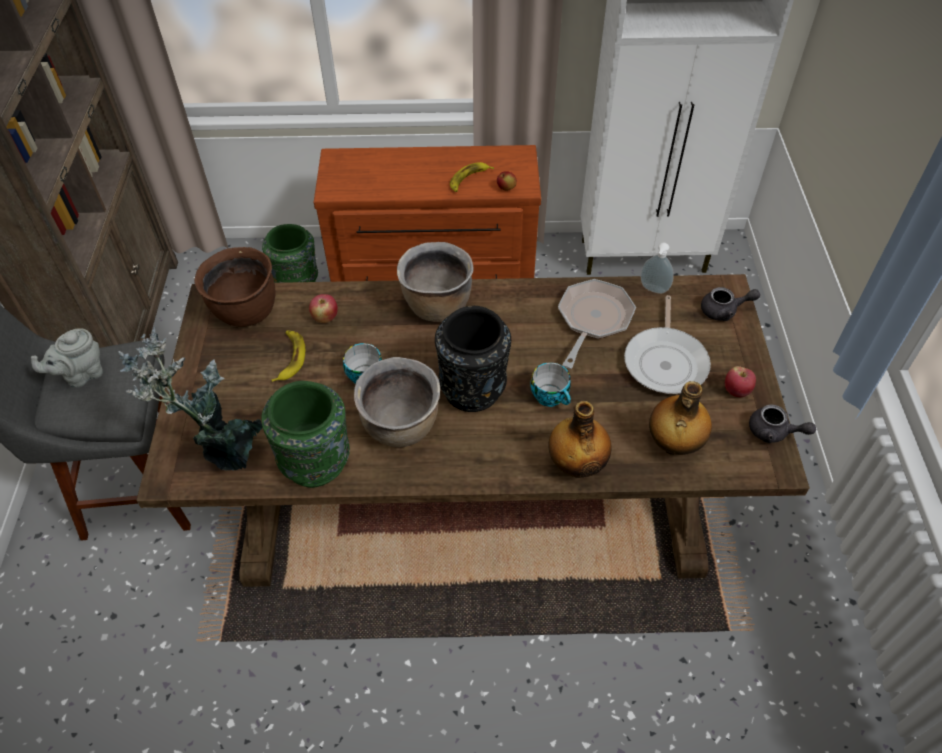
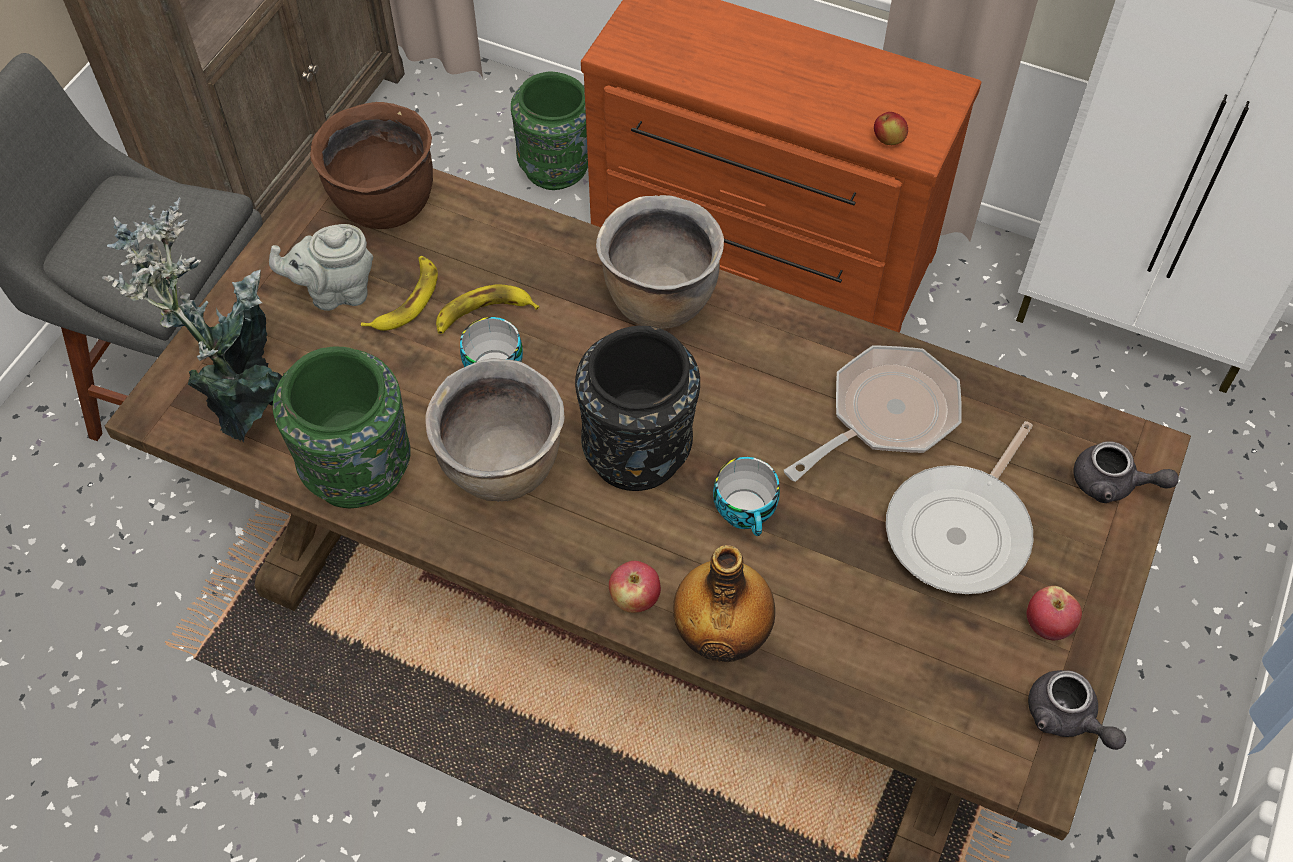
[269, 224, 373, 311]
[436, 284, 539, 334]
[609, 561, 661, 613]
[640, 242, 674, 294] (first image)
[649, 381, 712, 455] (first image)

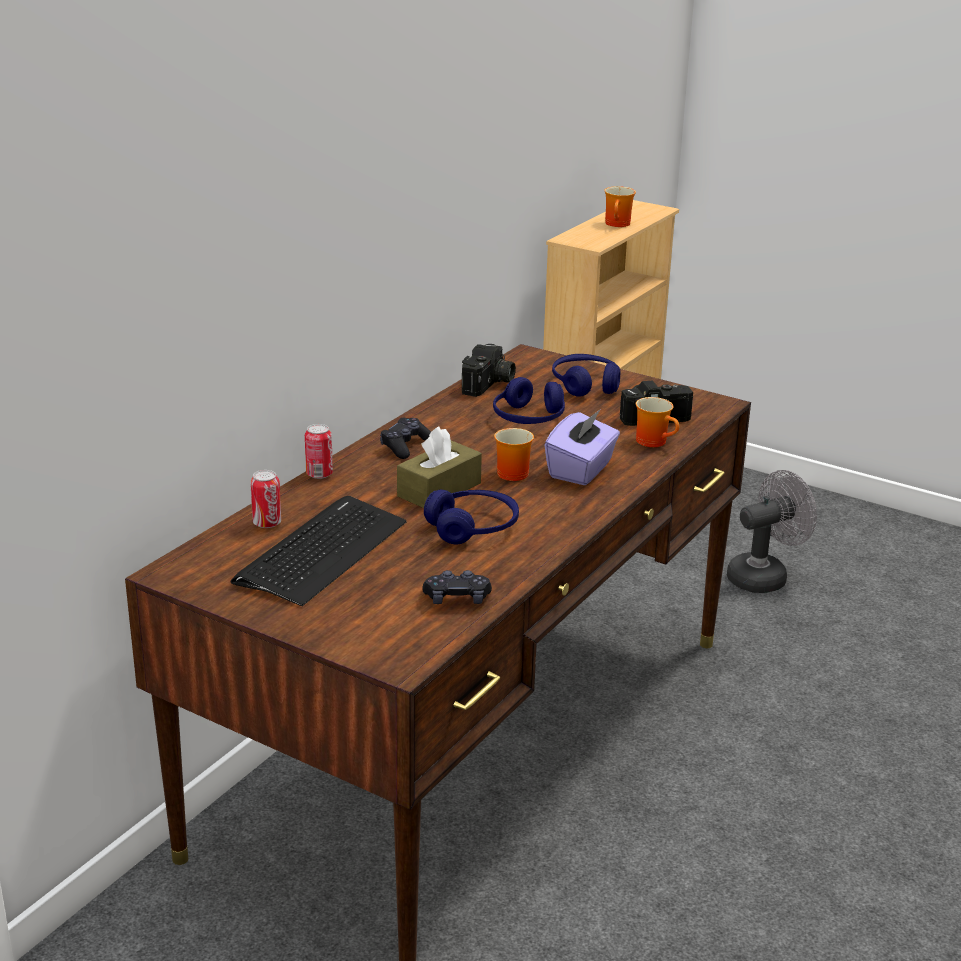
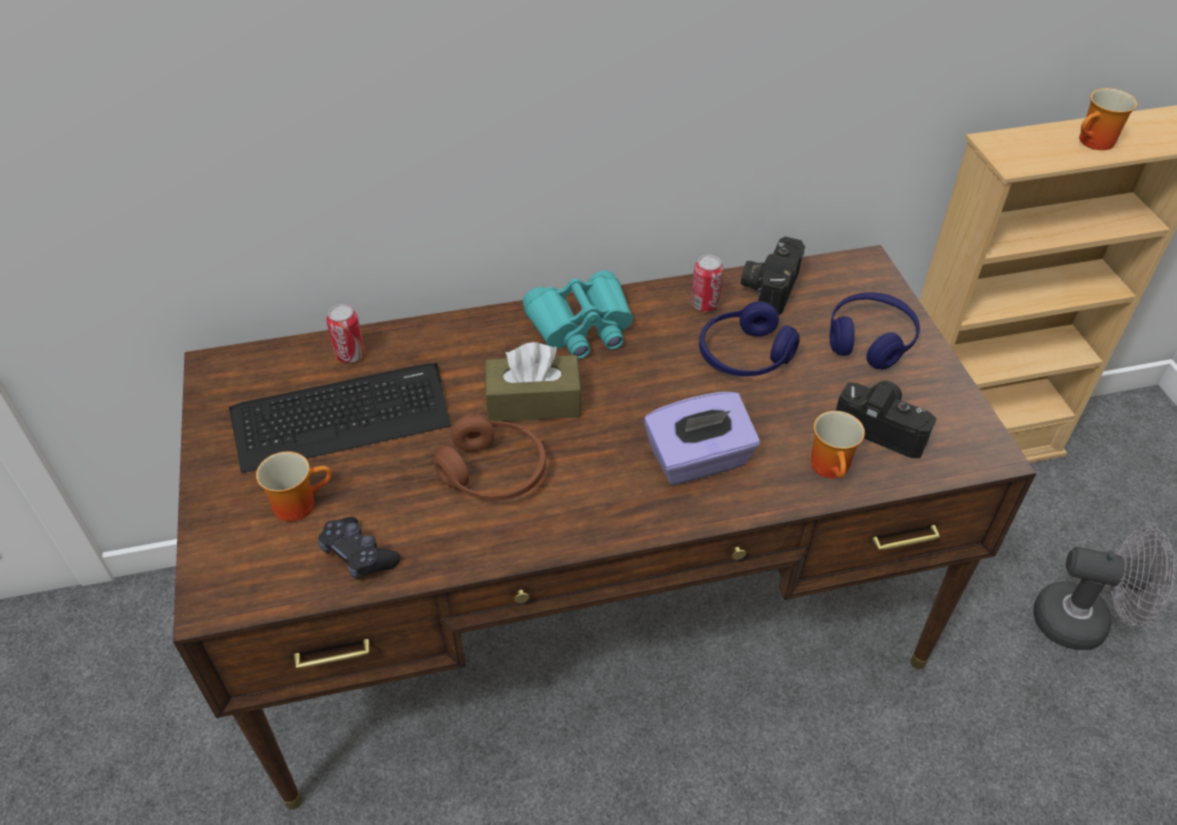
[256, 451, 332, 522]
[434, 414, 546, 500]
[523, 270, 633, 359]
[691, 255, 724, 312]
[741, 237, 805, 316]

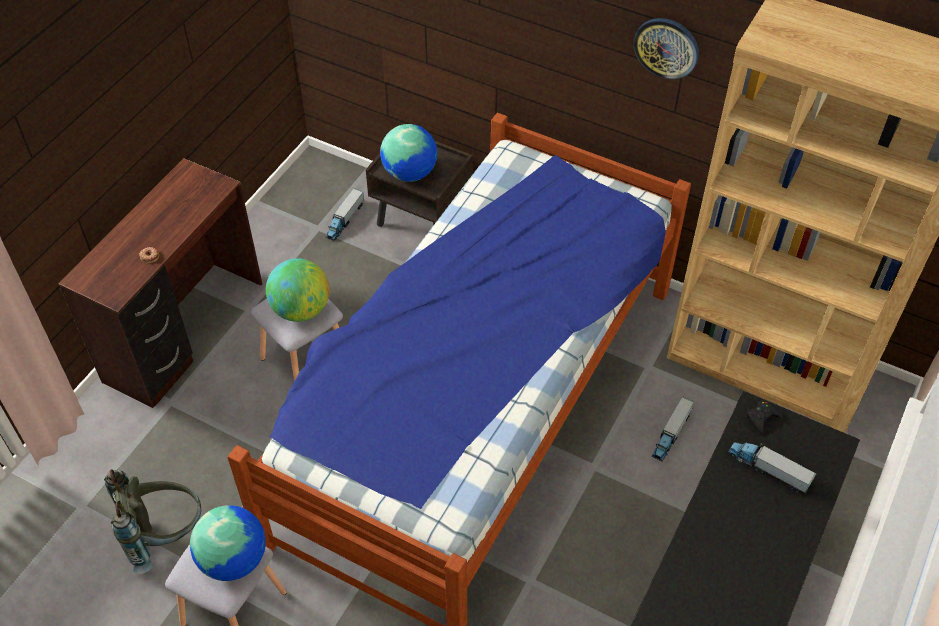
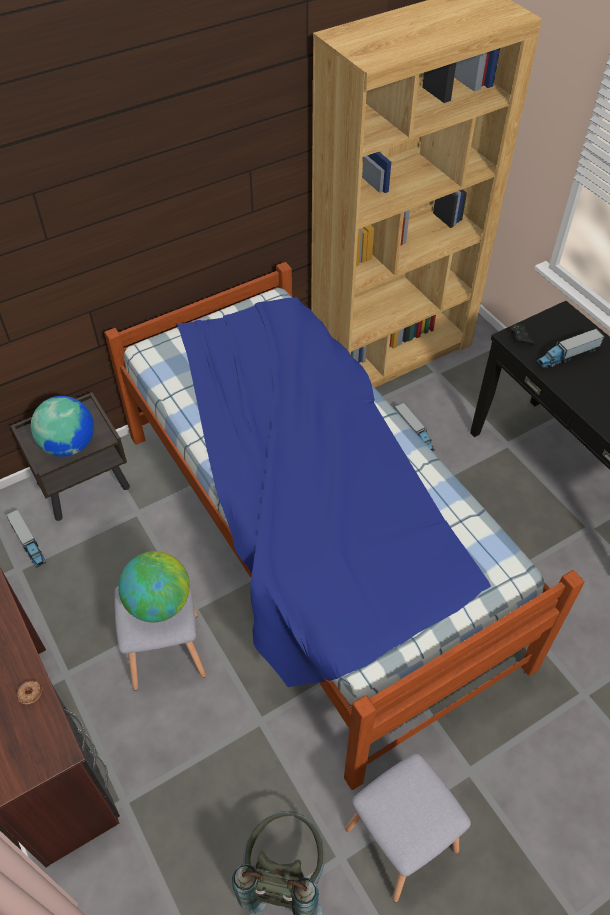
[190, 505, 266, 581] (first image)
[633, 18, 699, 79] (first image)

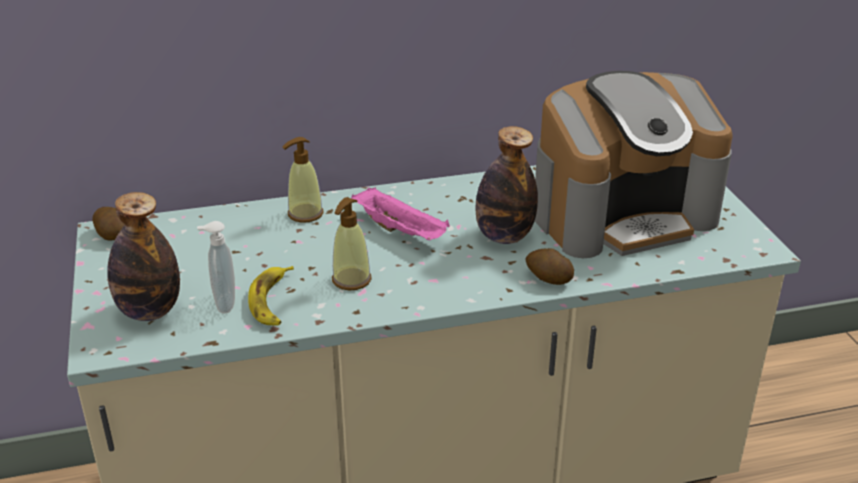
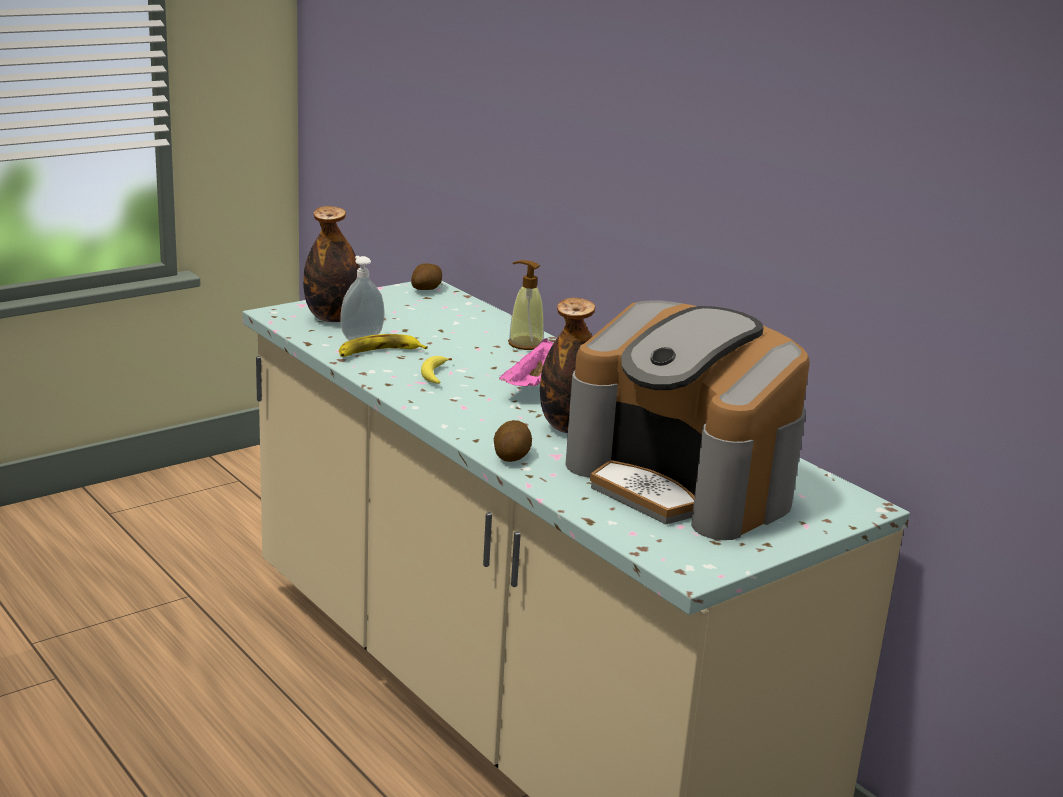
[421, 356, 452, 384]

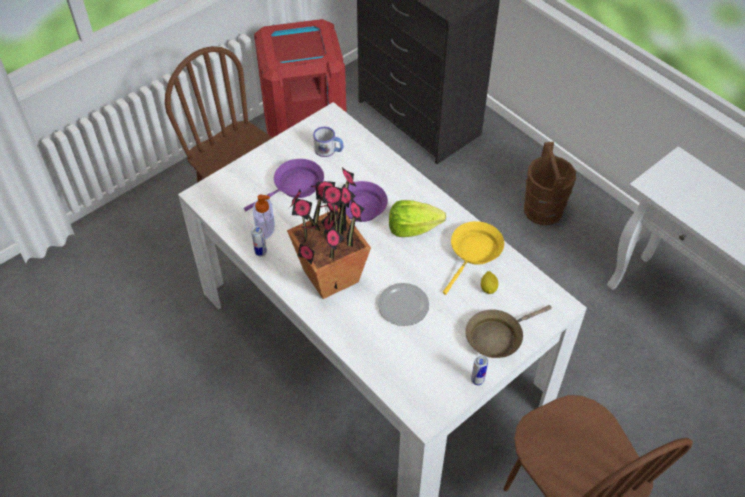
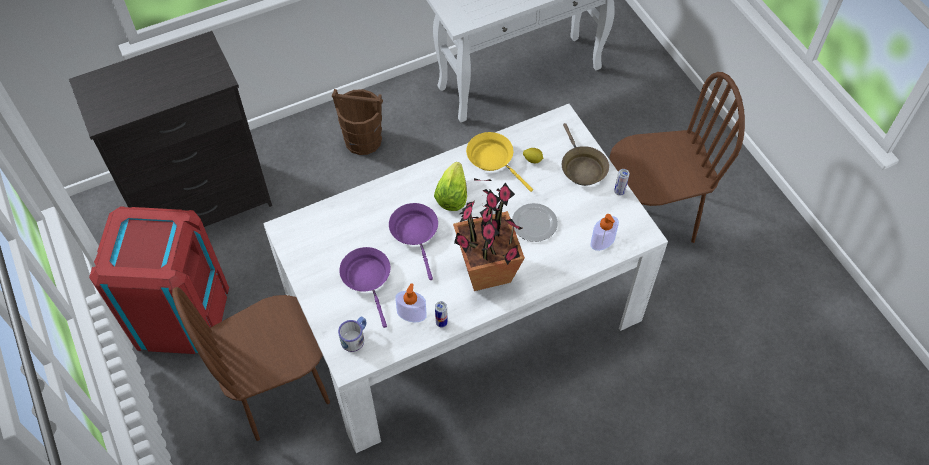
[338, 317, 367, 352]
[590, 214, 619, 251]

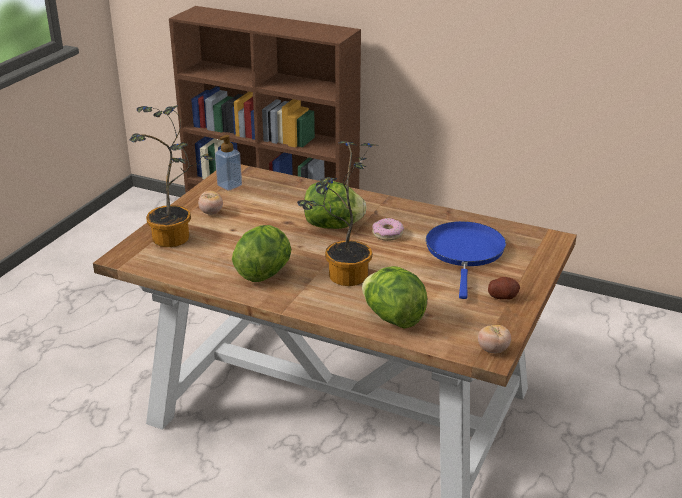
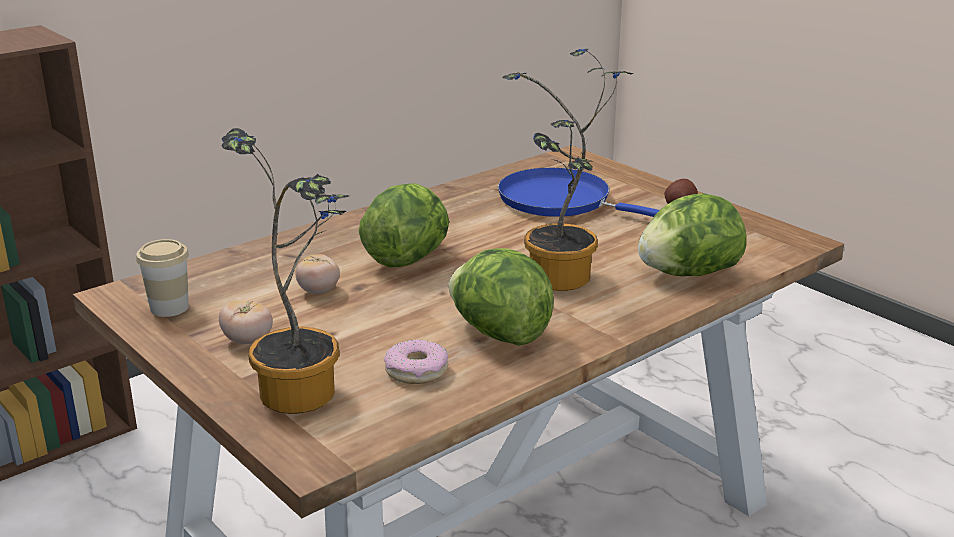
[136, 239, 189, 317]
[296, 254, 340, 294]
[384, 339, 448, 384]

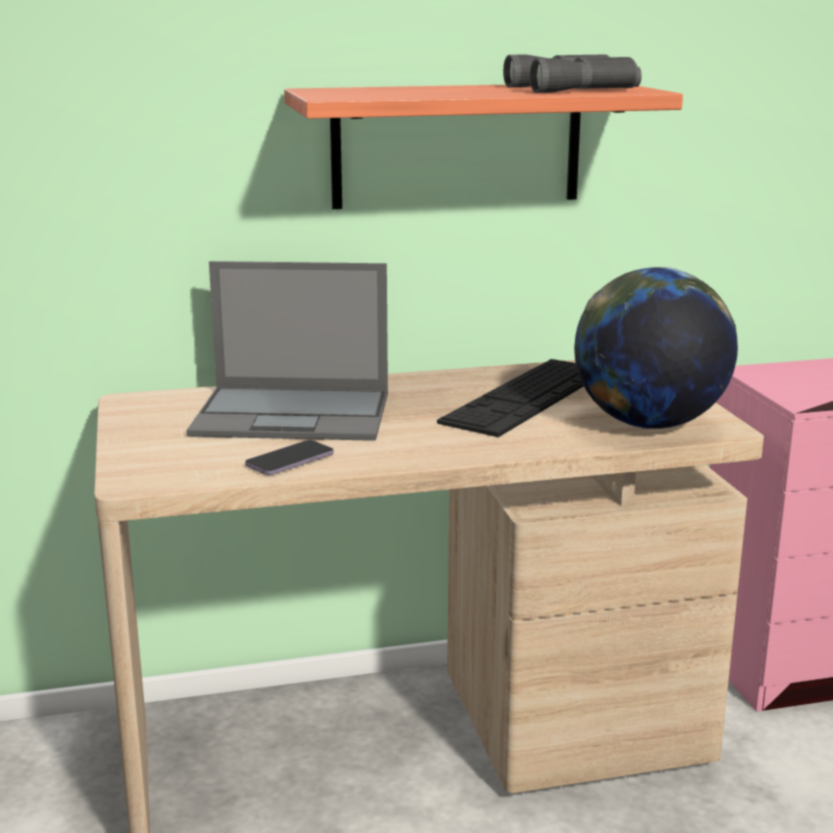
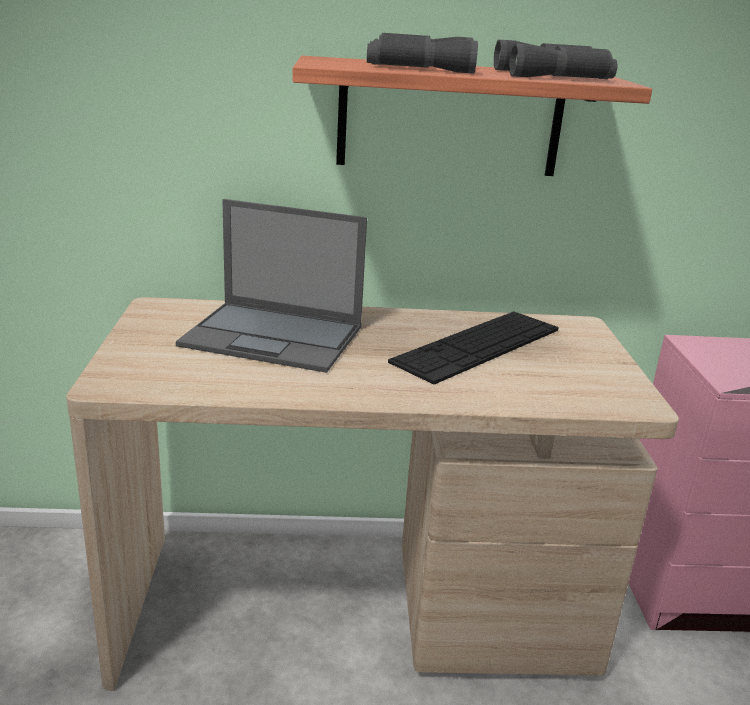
[367, 33, 478, 74]
[245, 440, 334, 475] (first image)
[574, 267, 738, 429] (first image)

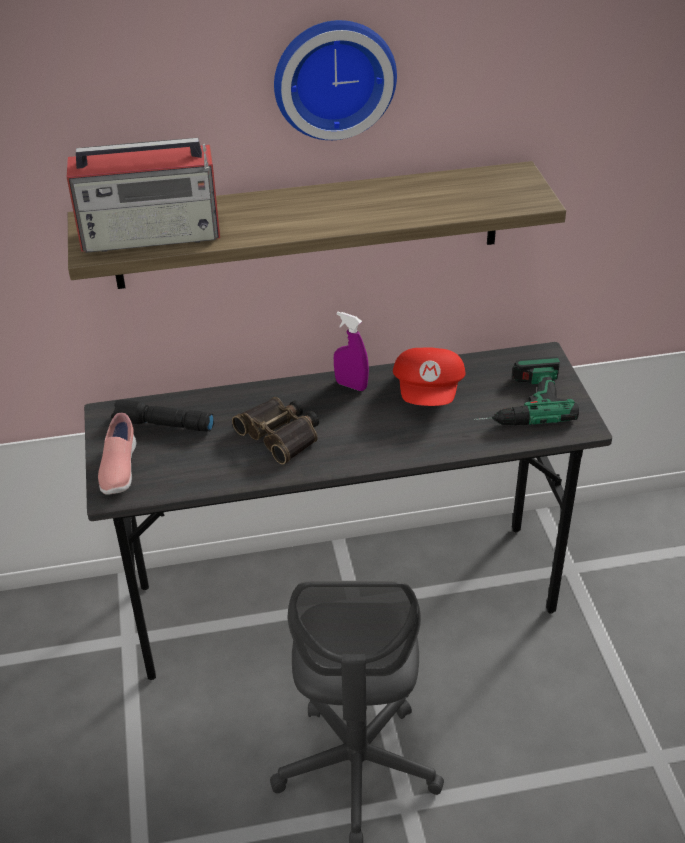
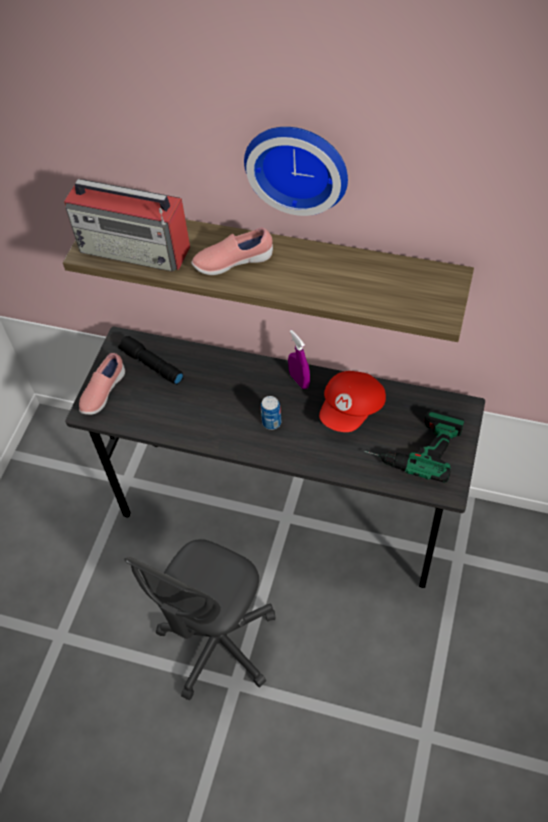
[191, 227, 273, 275]
[261, 396, 281, 430]
[232, 397, 319, 465] (first image)

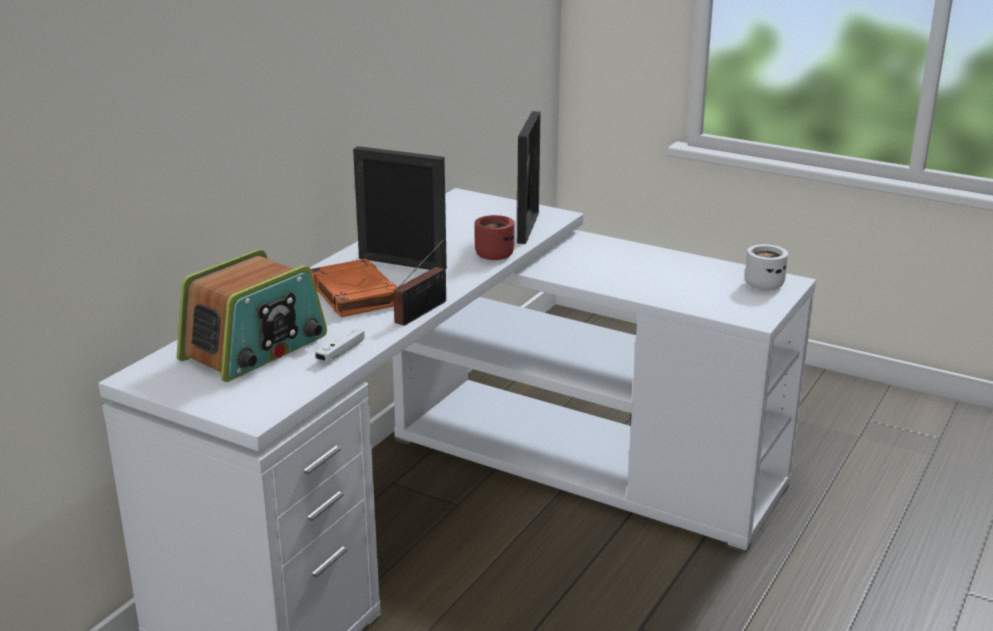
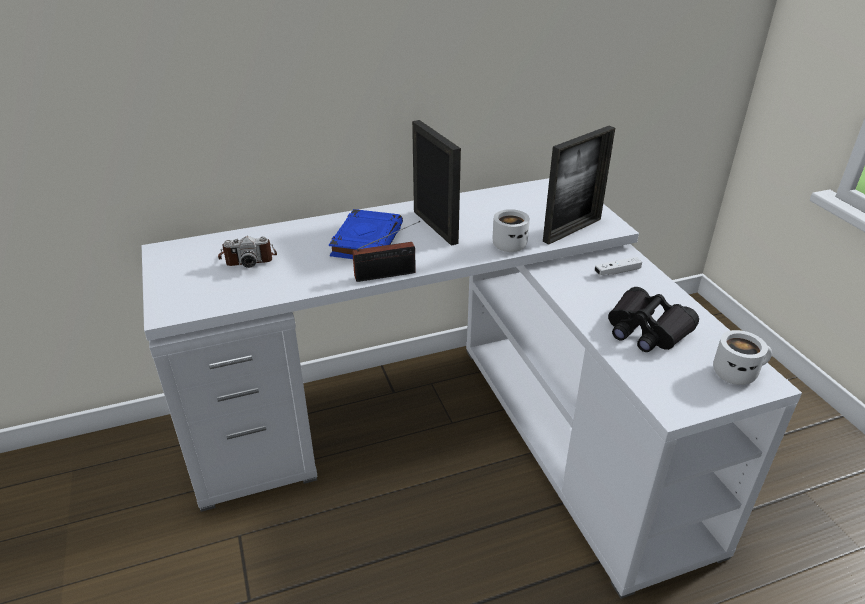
[218, 236, 277, 268]
[329, 209, 403, 259]
[493, 209, 530, 252]
[594, 257, 642, 275]
[608, 287, 699, 352]

